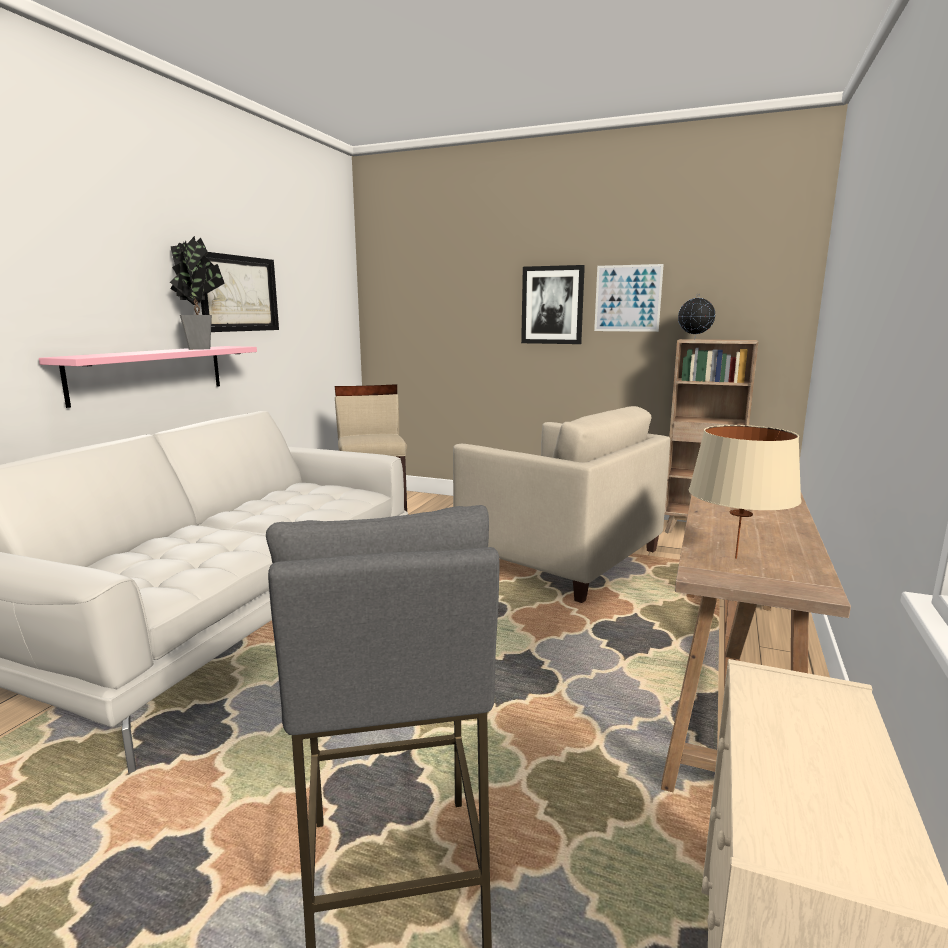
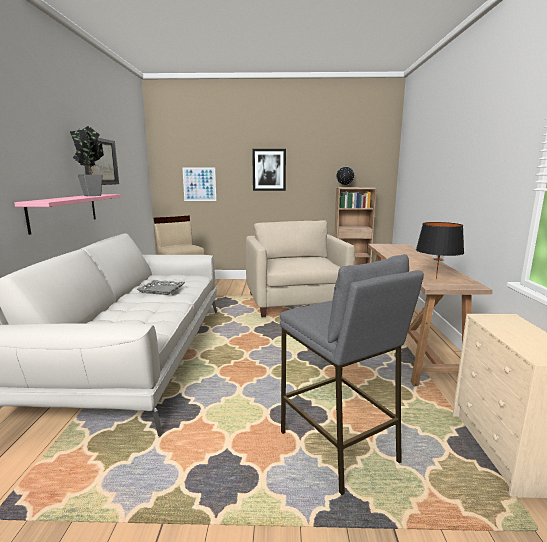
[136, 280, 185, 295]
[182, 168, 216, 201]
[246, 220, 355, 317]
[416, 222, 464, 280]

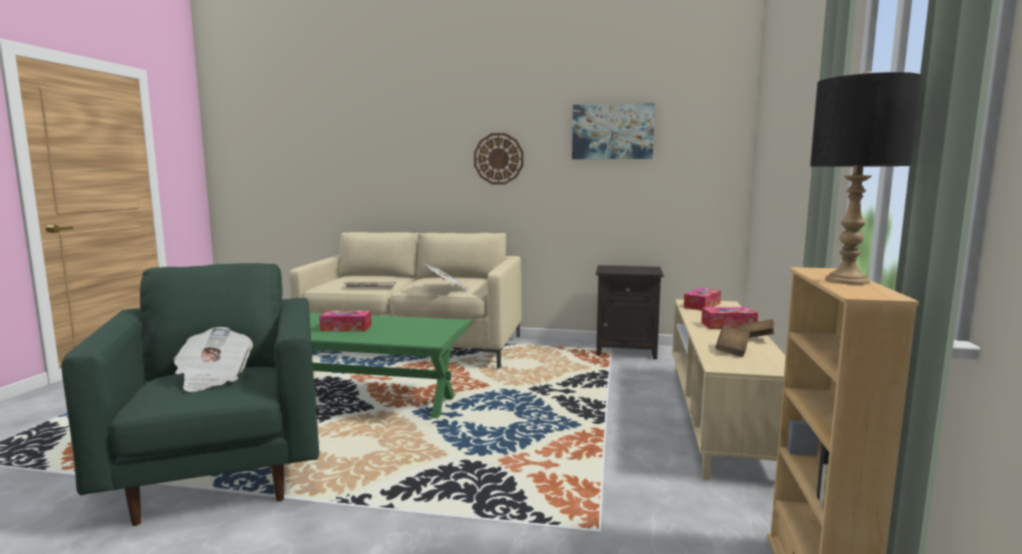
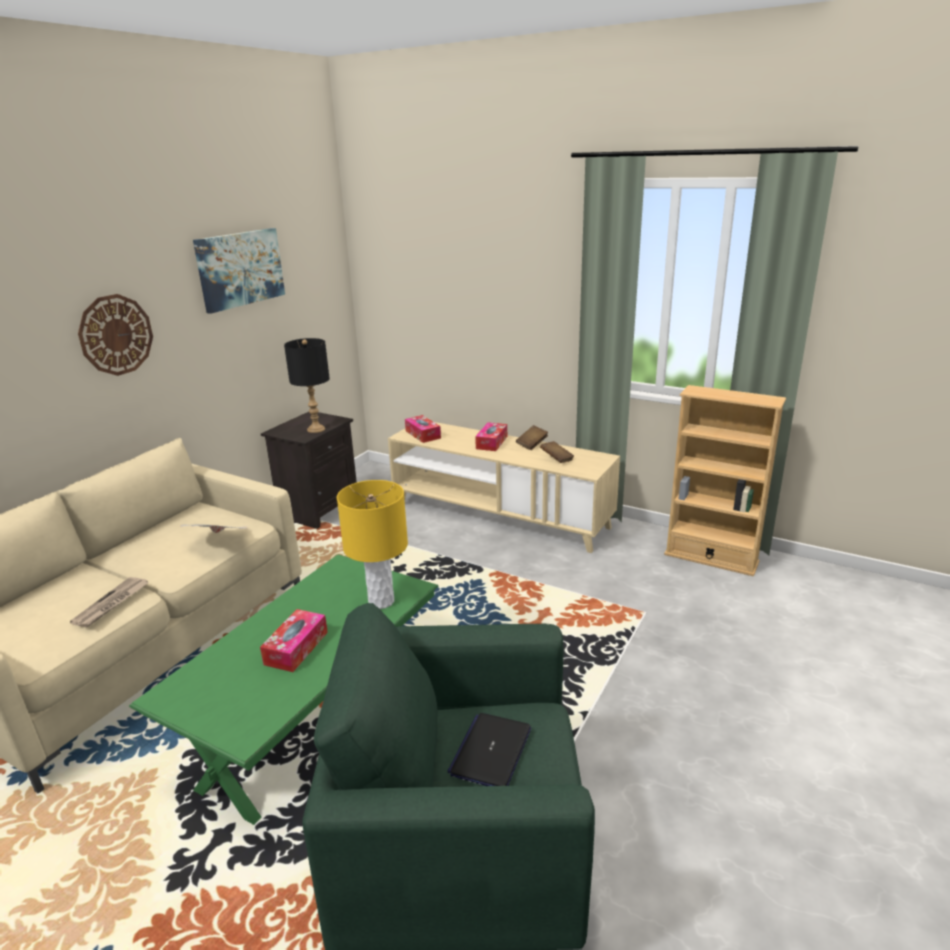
[284, 338, 330, 433]
[337, 480, 408, 609]
[447, 713, 531, 786]

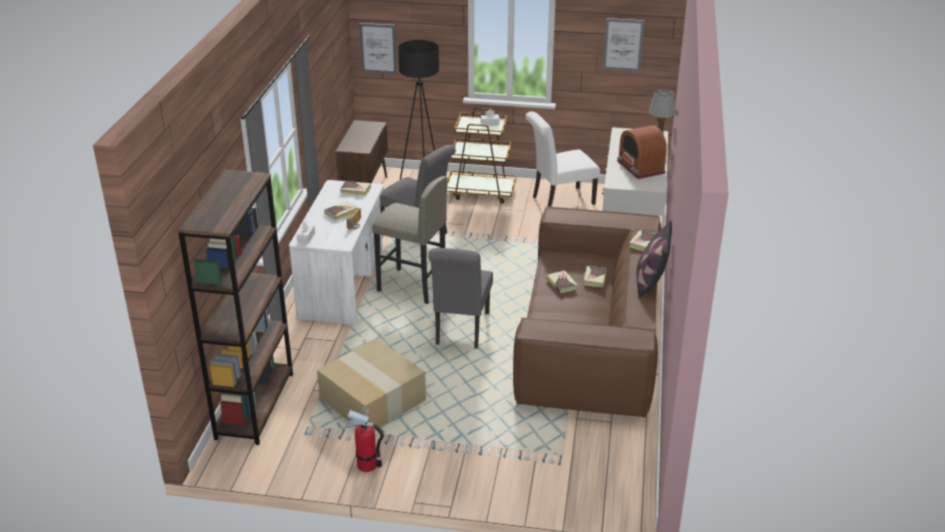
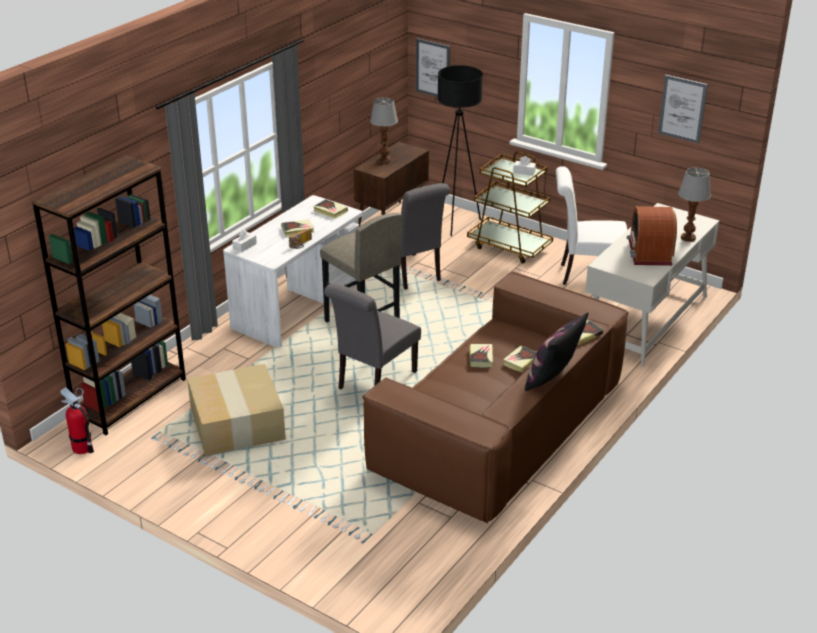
[60, 387, 94, 454]
[370, 97, 398, 163]

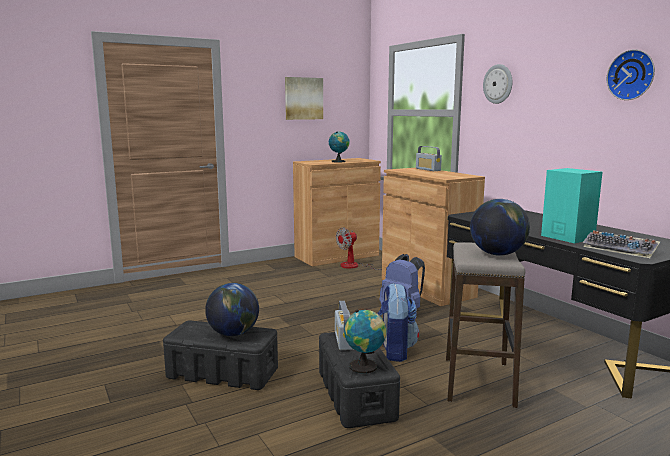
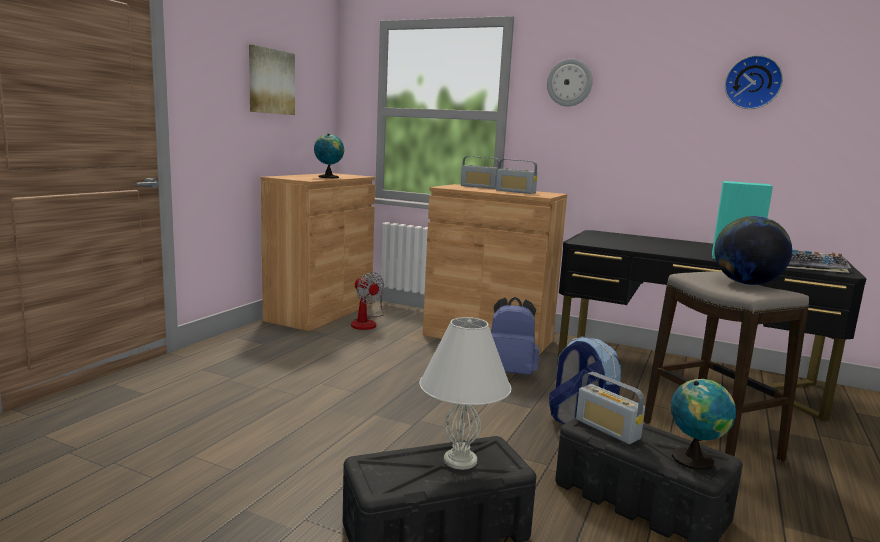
[351, 272, 384, 330]
[419, 317, 511, 470]
[496, 159, 538, 194]

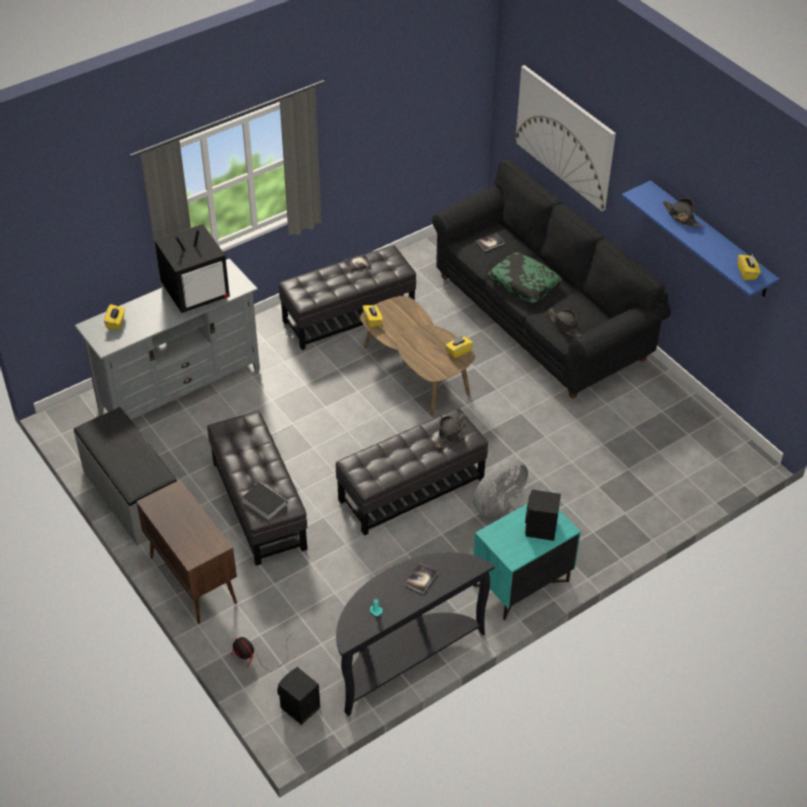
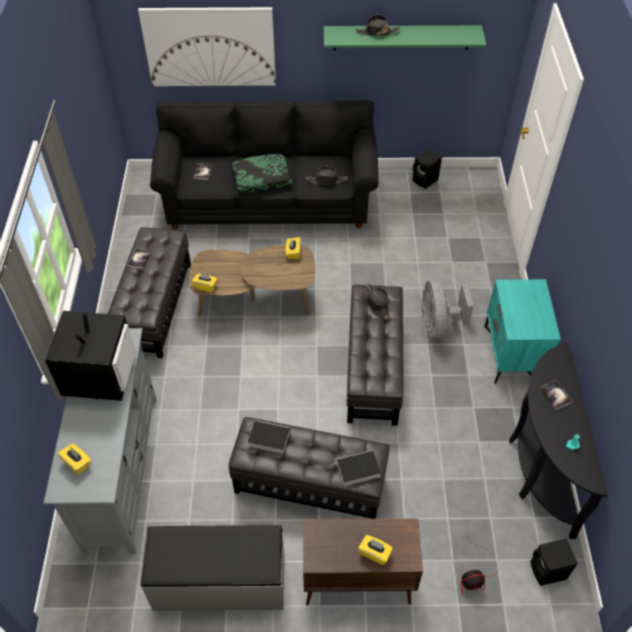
[248, 420, 290, 454]
[324, 25, 487, 51]
[358, 535, 393, 565]
[412, 149, 442, 189]

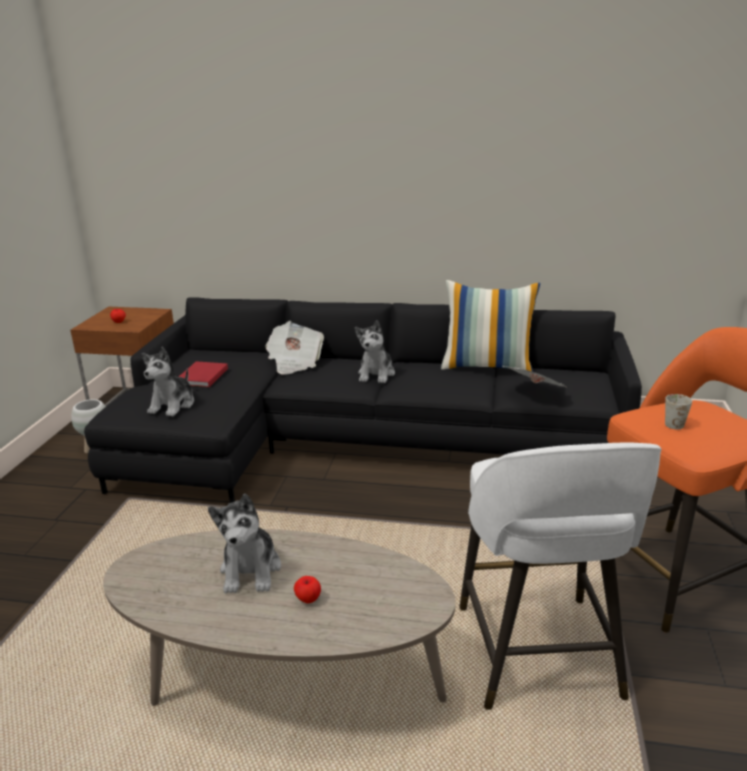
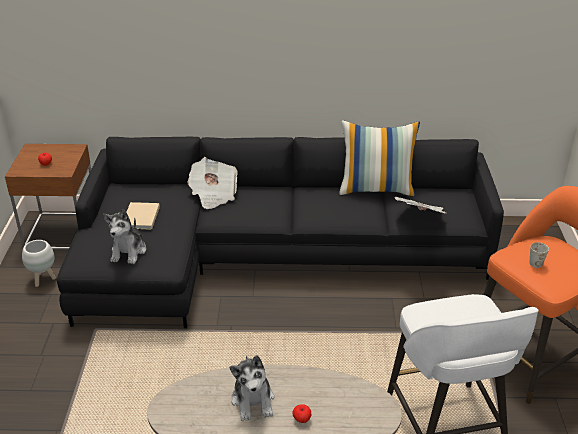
[126, 202, 160, 230]
[355, 320, 395, 383] (first image)

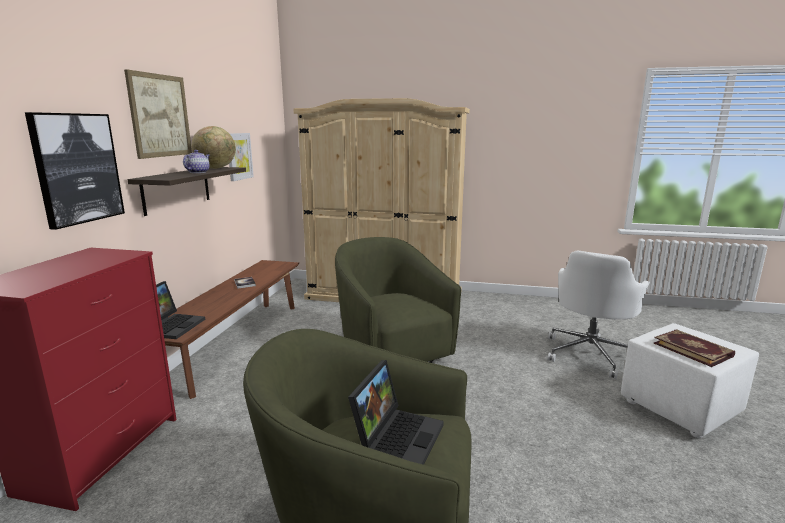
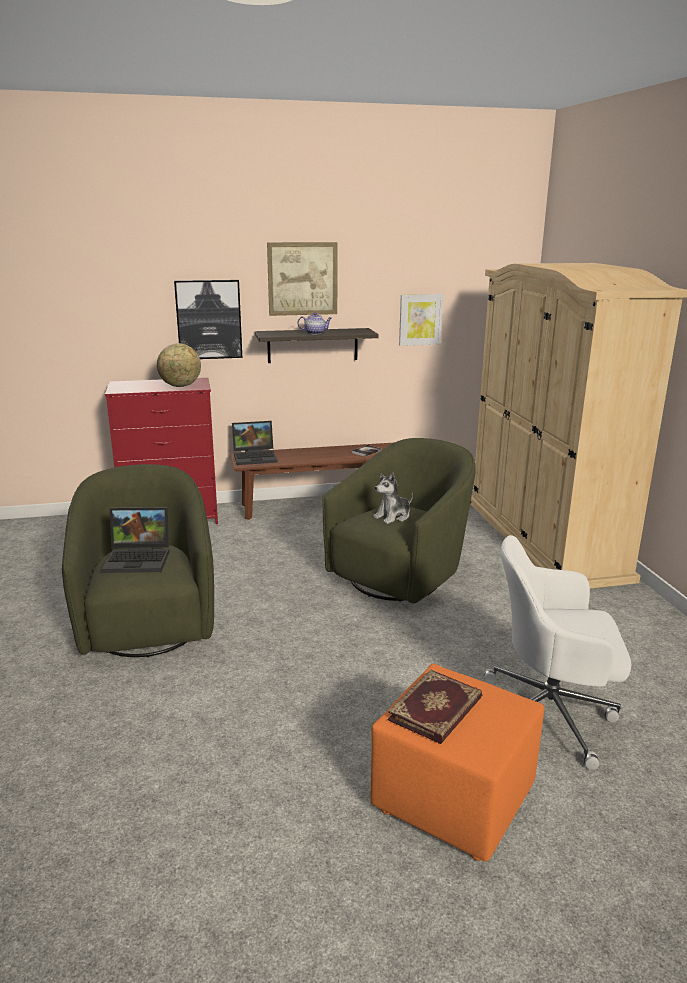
[157, 343, 201, 387]
[371, 664, 544, 861]
[373, 472, 413, 524]

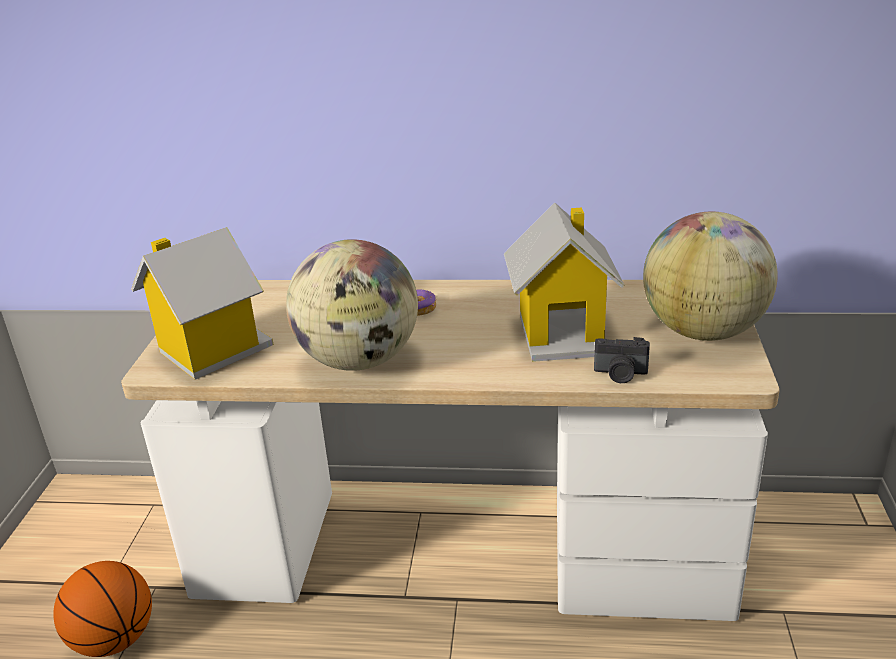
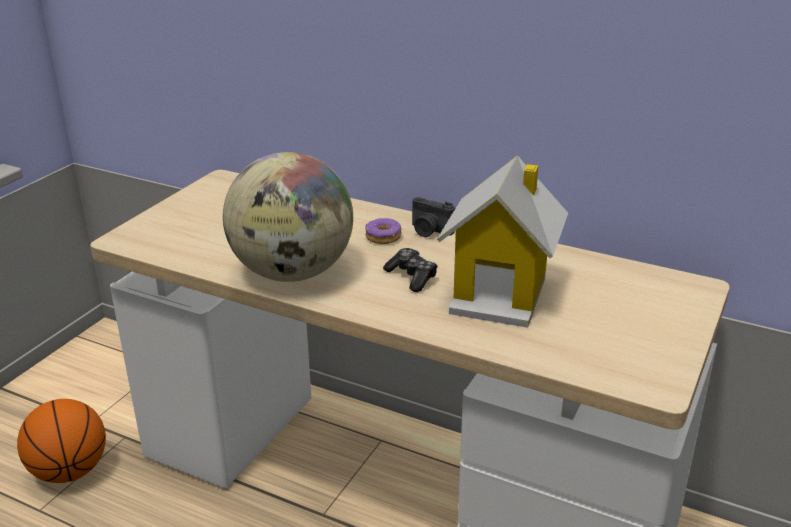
[383, 248, 438, 292]
[412, 197, 455, 237]
[131, 227, 274, 380] (first image)
[643, 212, 778, 341] (first image)

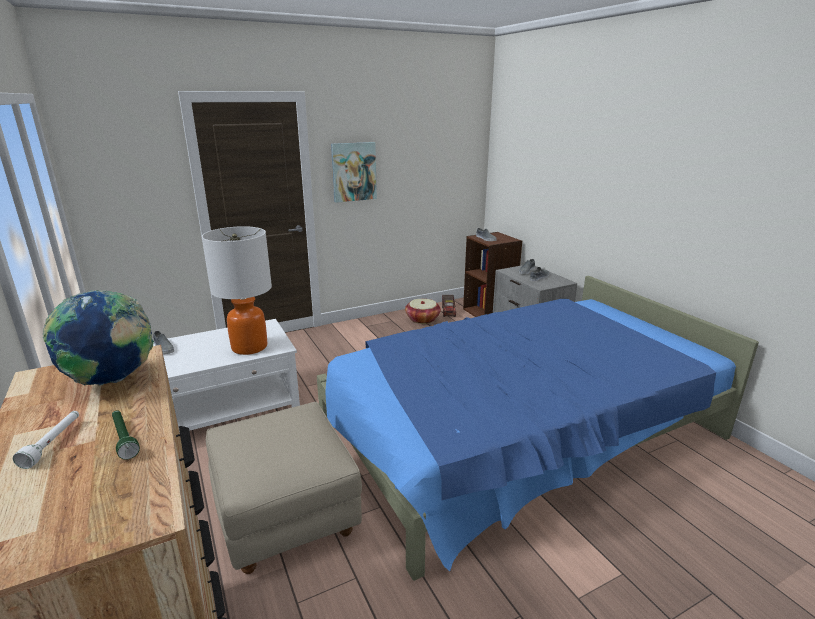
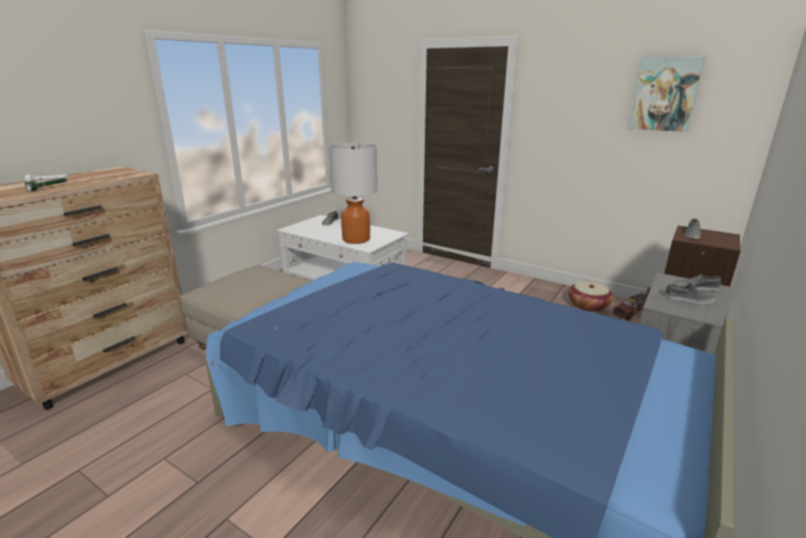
[628, 57, 705, 132]
[43, 290, 154, 385] (first image)

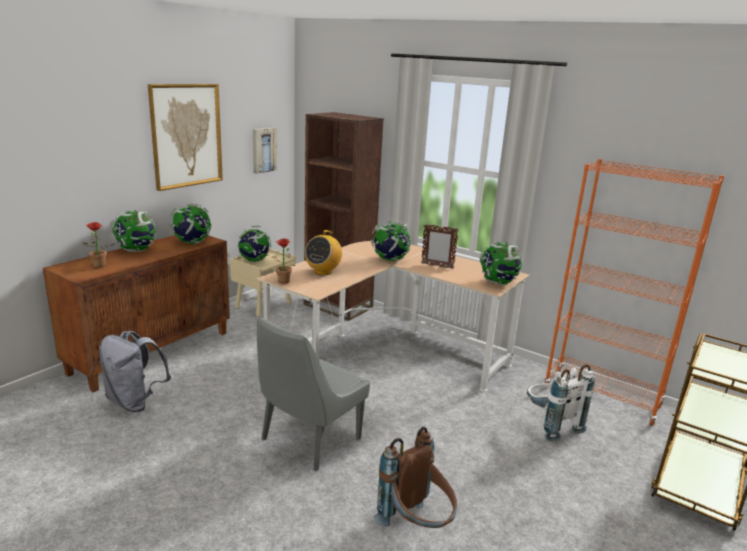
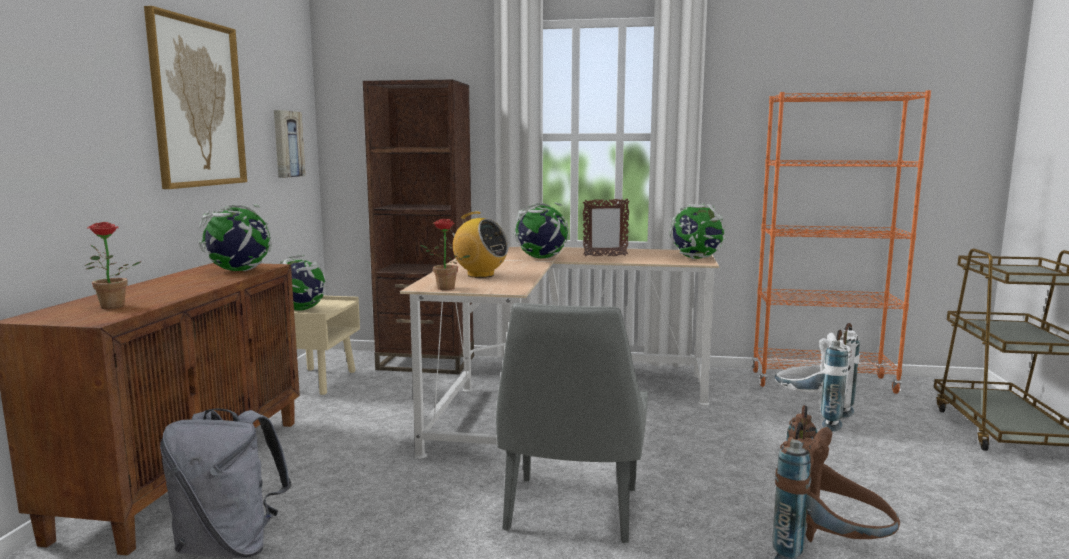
[451, 212, 509, 278]
[111, 210, 156, 252] (first image)

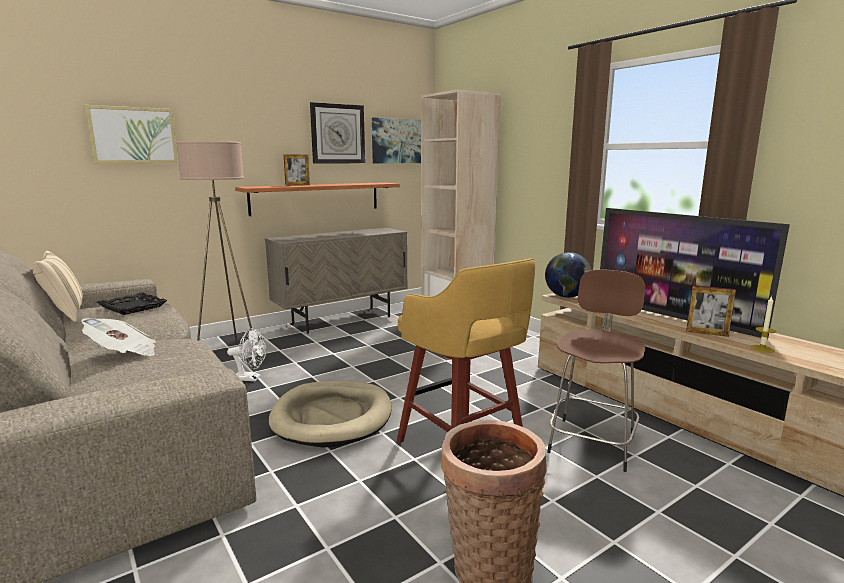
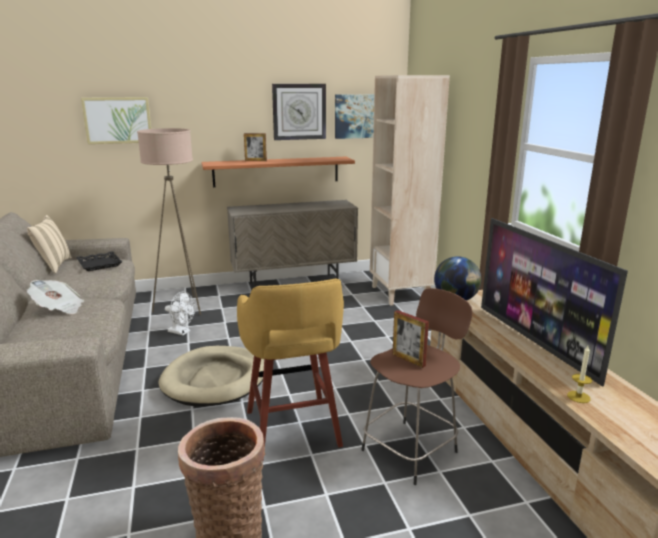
[392, 310, 429, 368]

